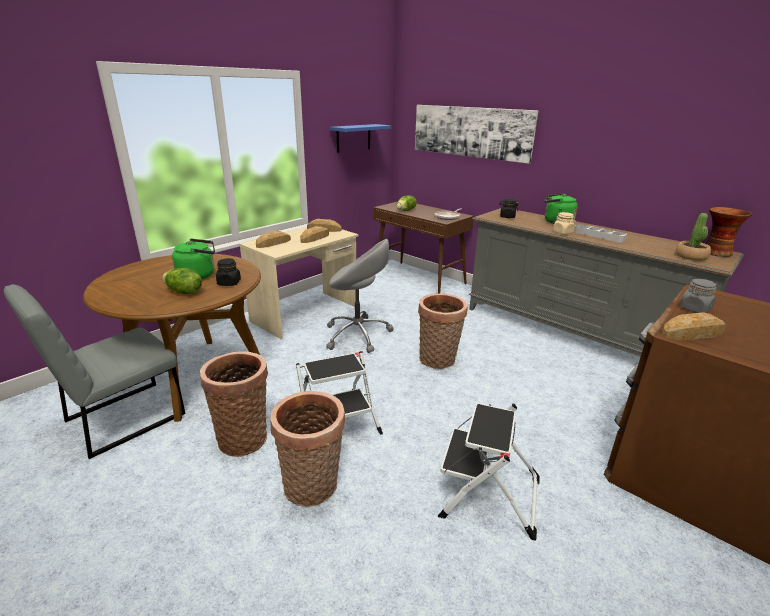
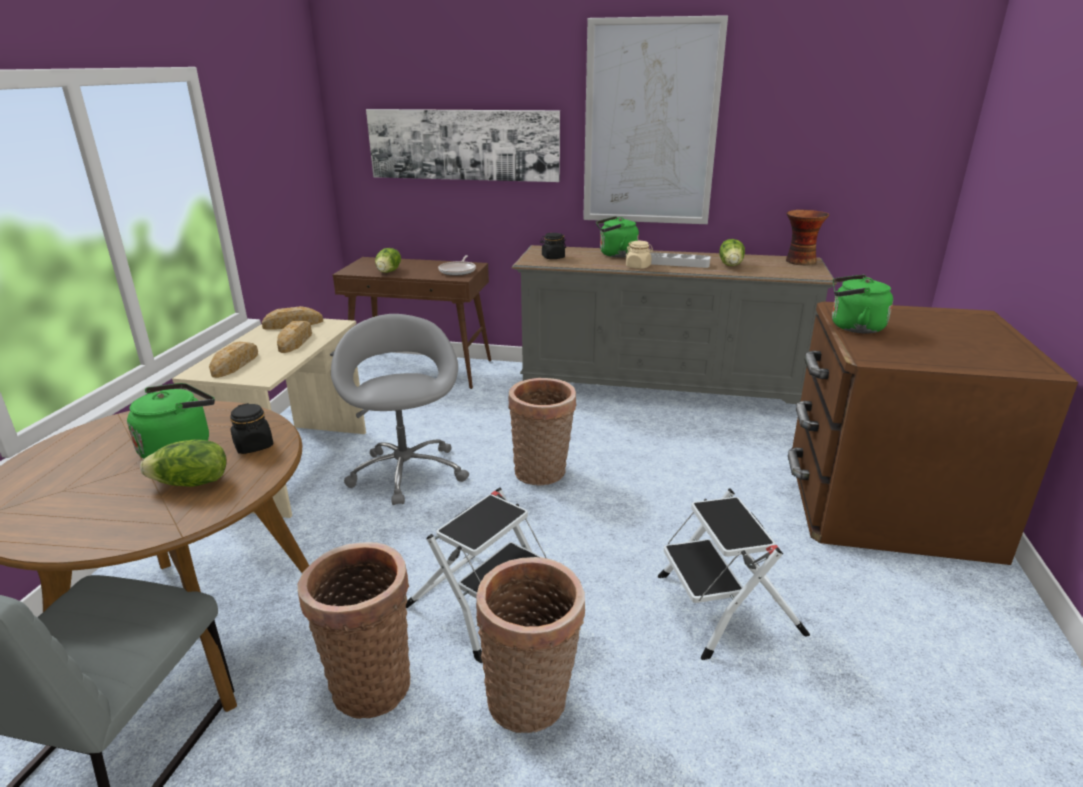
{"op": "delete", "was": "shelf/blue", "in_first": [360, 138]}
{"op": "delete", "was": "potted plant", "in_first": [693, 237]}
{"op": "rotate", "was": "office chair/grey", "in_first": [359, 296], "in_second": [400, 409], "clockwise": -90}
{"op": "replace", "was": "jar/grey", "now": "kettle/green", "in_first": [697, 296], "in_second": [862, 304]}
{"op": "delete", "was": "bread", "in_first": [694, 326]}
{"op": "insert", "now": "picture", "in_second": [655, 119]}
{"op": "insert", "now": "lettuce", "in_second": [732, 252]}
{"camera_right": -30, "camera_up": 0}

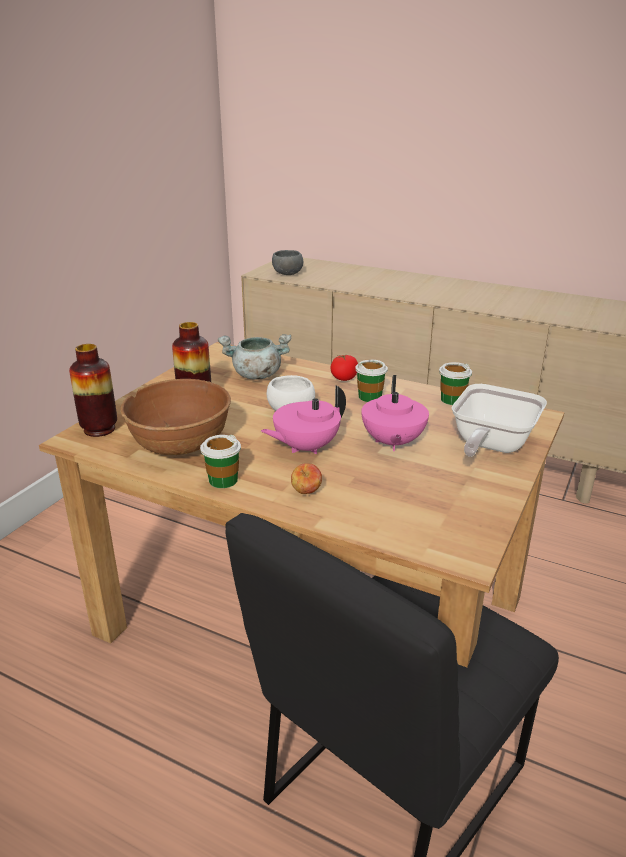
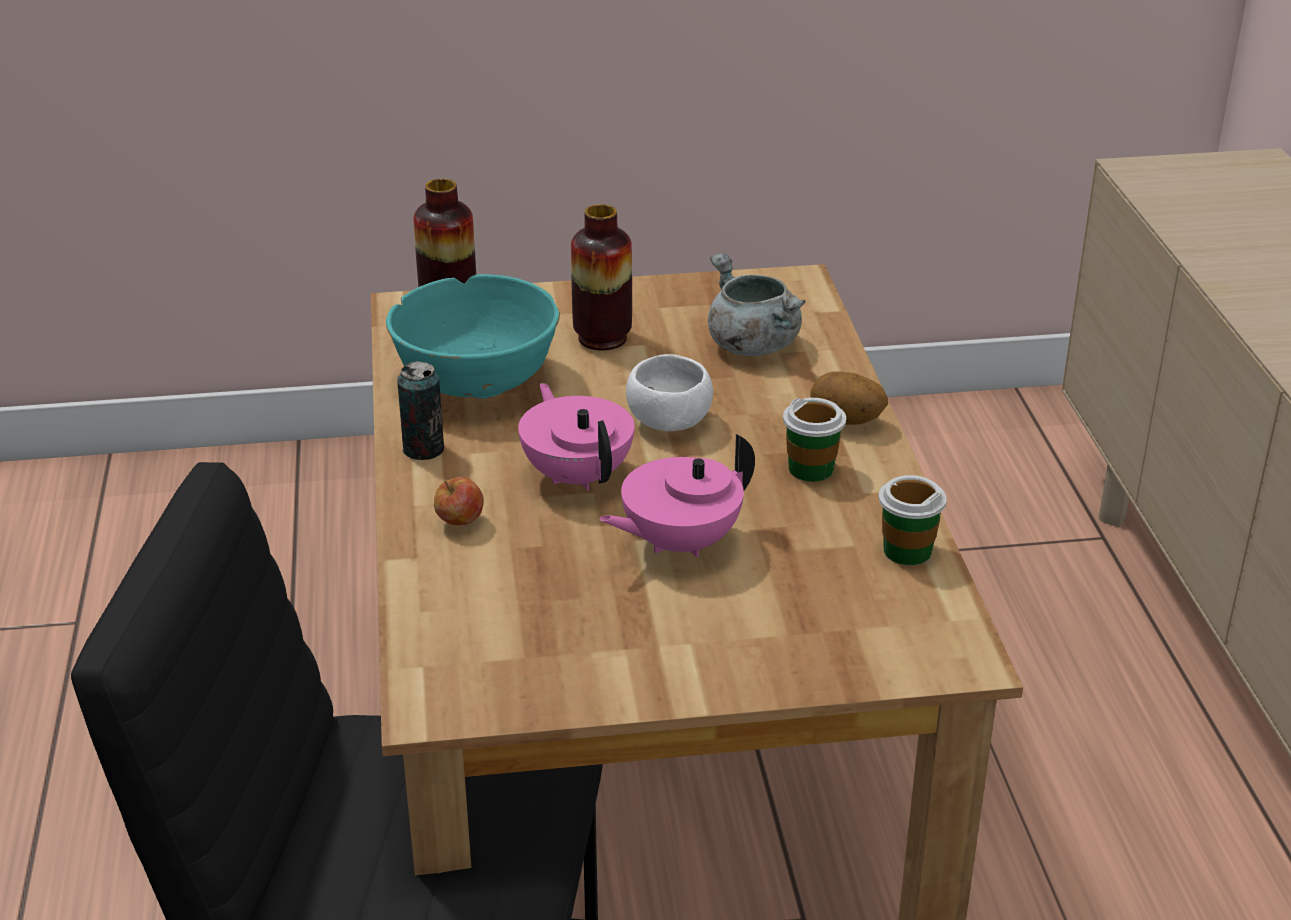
{"op": "delete", "was": "bowl/grey", "in_first": [287, 262]}
{"op": "replace", "was": "tomato", "now": "potato", "in_first": [344, 367], "in_second": [849, 398]}
{"op": "recolor", "was": "bowl/brown", "now": "bowl/turquoise", "in_first": [175, 417], "in_second": [473, 336]}
{"op": "delete", "was": "frying pan", "in_first": [499, 420]}
{"op": "rotate", "was": "teapot/pink", "in_first": [303, 419], "in_second": [576, 437], "clockwise": 45}
{"op": "replace", "was": "cup", "now": "can", "in_first": [220, 461], "in_second": [420, 410]}
{"camera_right": 55, "camera_up": 5}

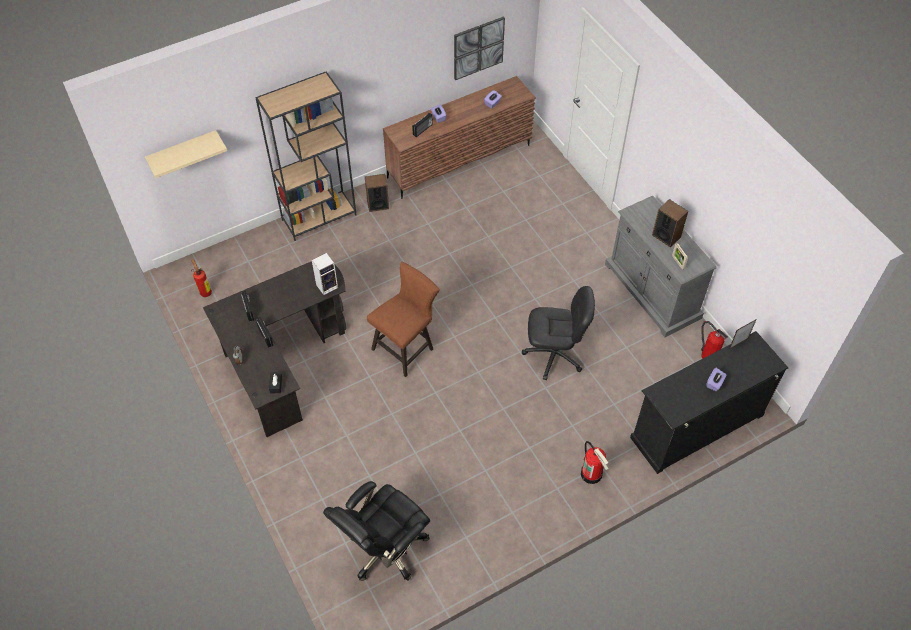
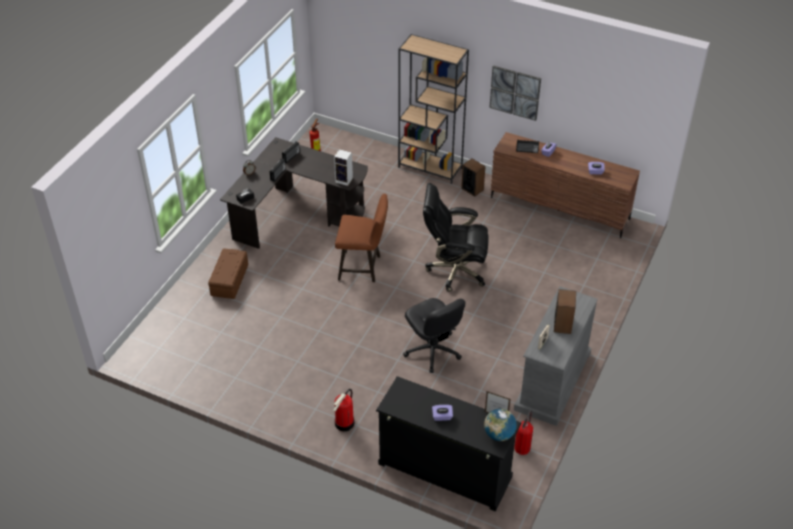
{"op": "move", "was": "picture", "in_first": [479, 48], "in_second": [515, 93]}
{"op": "delete", "was": "shelf/beige", "in_first": [186, 154]}
{"op": "move", "was": "office chair/black", "in_first": [376, 531], "in_second": [456, 237]}
{"op": "insert", "now": "storage box/brown", "in_second": [228, 273]}
{"op": "insert", "now": "globe", "in_second": [500, 425]}
{"camera_right": 55, "camera_up": -10}

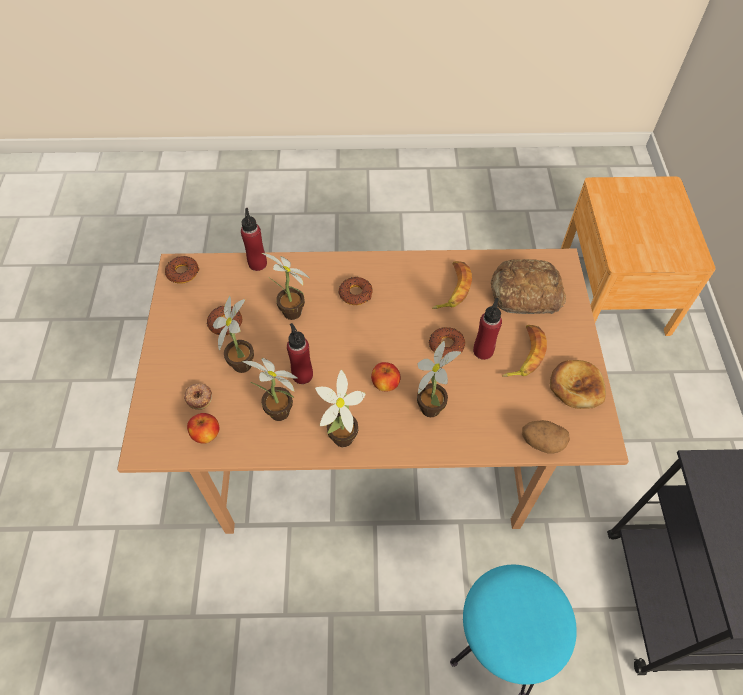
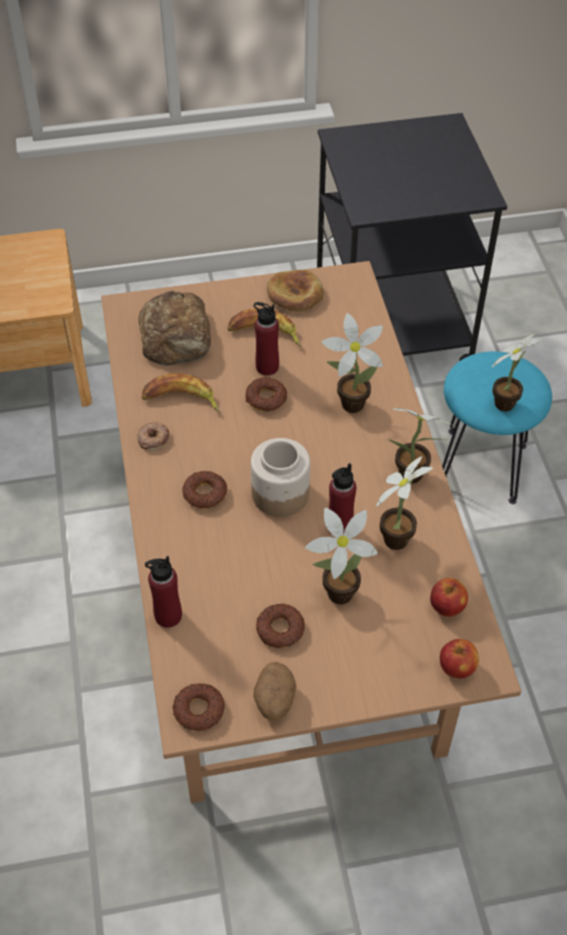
{"op": "move", "was": "potted plant", "in_first": [286, 286], "in_second": [516, 372]}
{"op": "move", "was": "apple", "in_first": [385, 376], "in_second": [459, 658]}
{"op": "move", "was": "donut", "in_first": [198, 396], "in_second": [153, 436]}
{"op": "move", "was": "potato", "in_first": [546, 437], "in_second": [274, 691]}
{"op": "insert", "now": "jar", "in_second": [280, 477]}
{"camera_right": -100, "camera_up": -5}

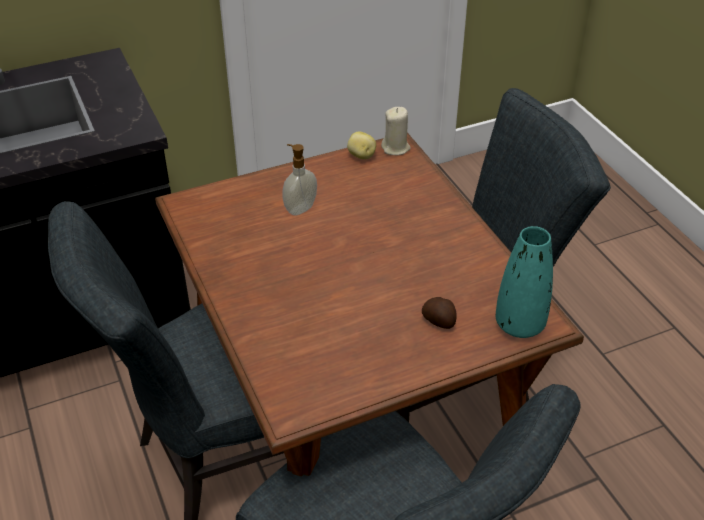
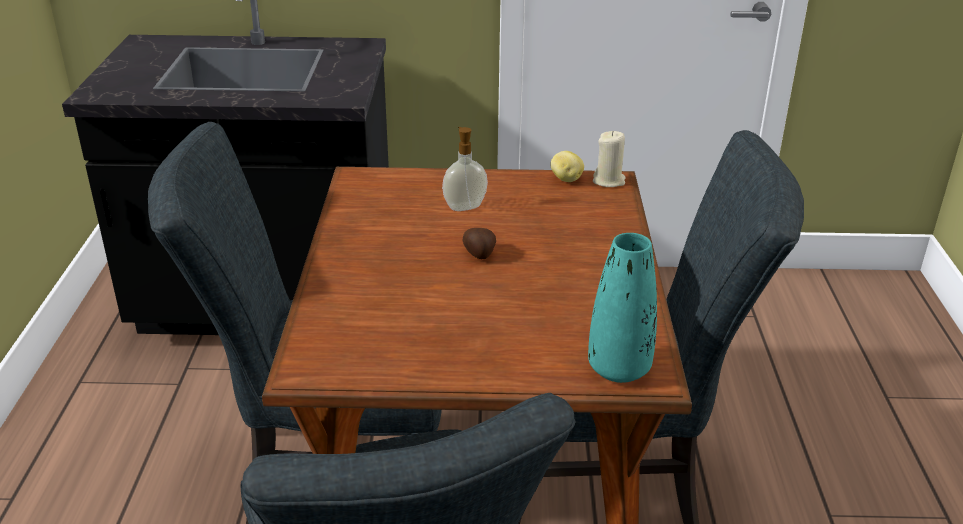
{"op": "move", "was": "potato", "in_first": [439, 313], "in_second": [479, 243]}
{"camera_right": 25, "camera_up": -10}

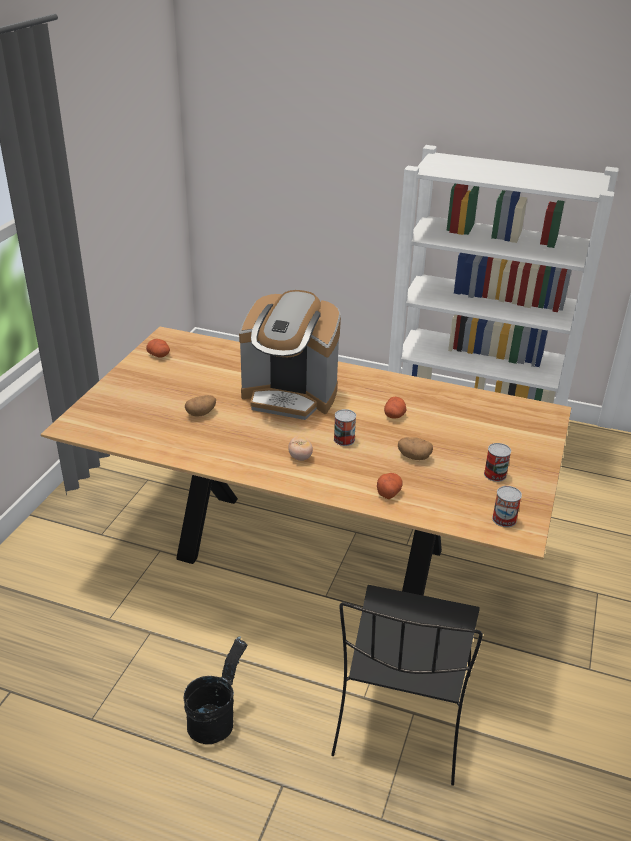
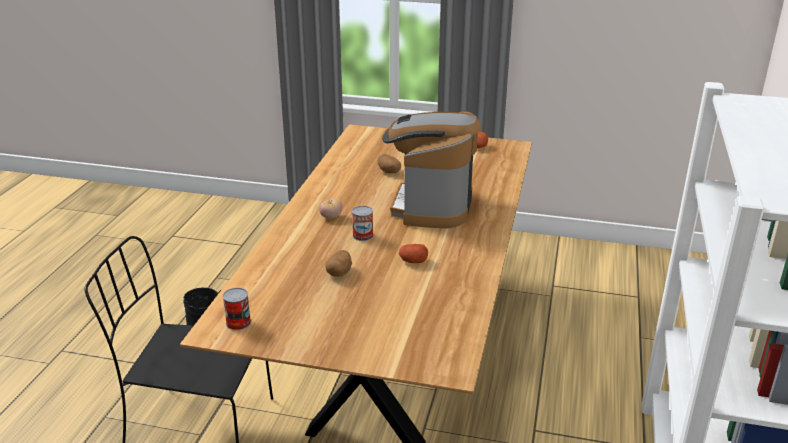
{"op": "delete", "was": "can", "in_first": [497, 462]}
{"op": "delete", "was": "potato", "in_first": [390, 486]}
{"camera_right": 85, "camera_up": -5}

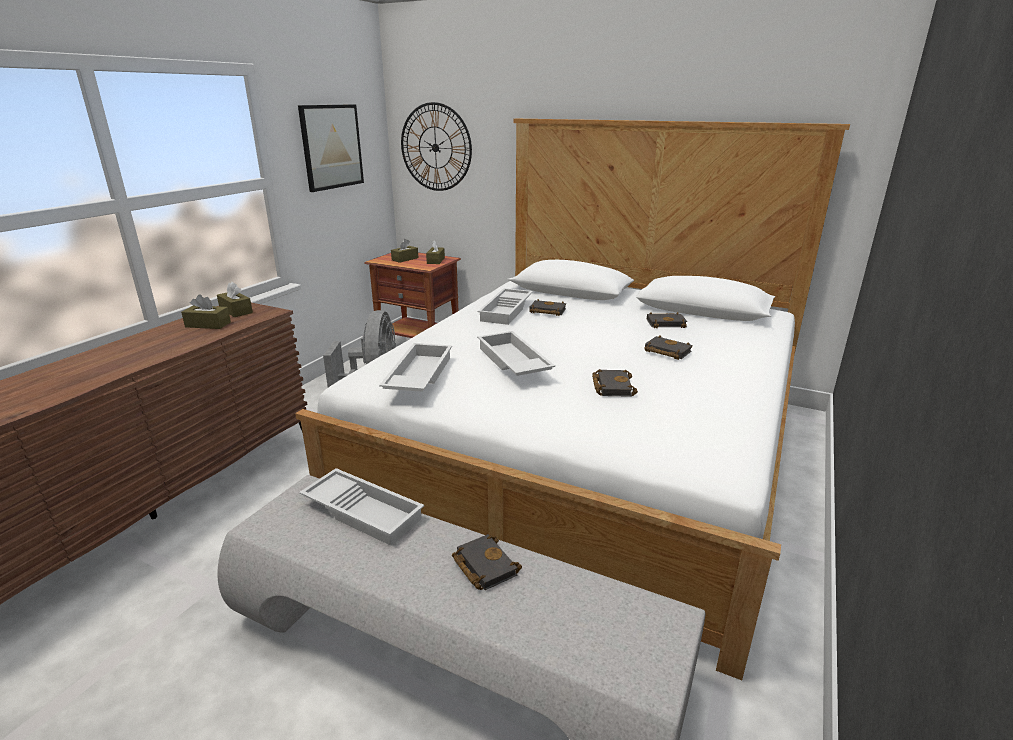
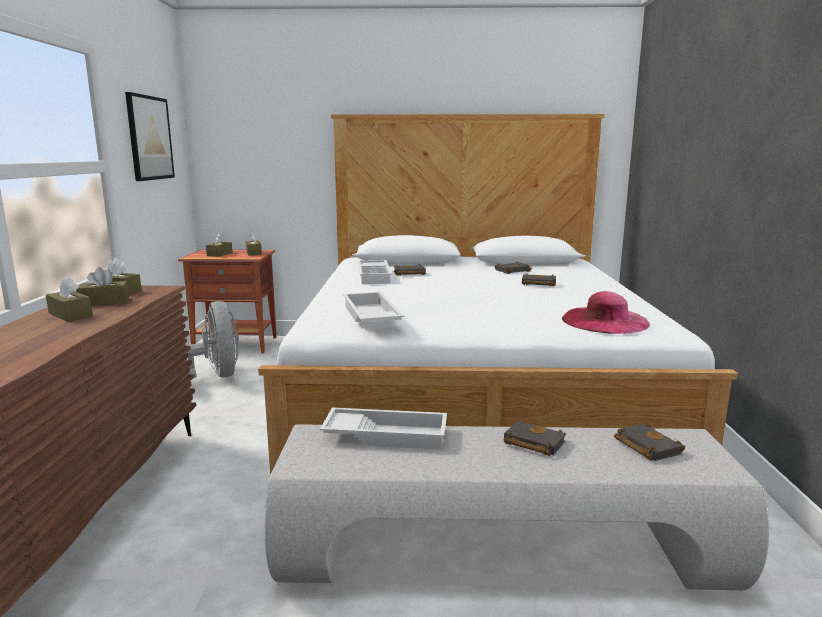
{"op": "delete", "was": "wall clock", "in_first": [436, 146]}
{"op": "delete", "was": "tray/white", "in_first": [516, 353]}
{"op": "move", "was": "book/black", "in_first": [615, 383], "in_second": [649, 442]}
{"op": "insert", "now": "tissue box/brown", "in_second": [69, 299]}
{"op": "insert", "now": "hat/pink", "in_second": [606, 312]}
{"camera_right": -25, "camera_up": -10}

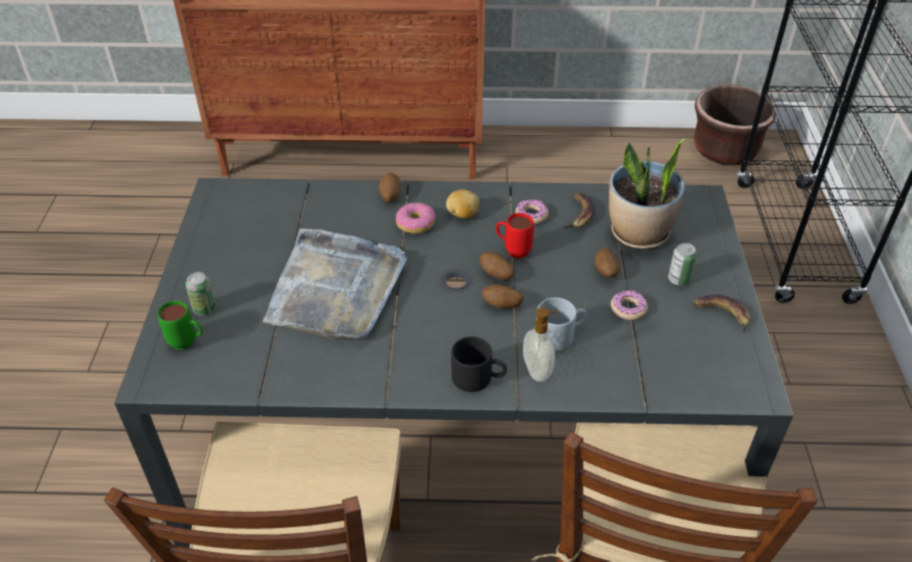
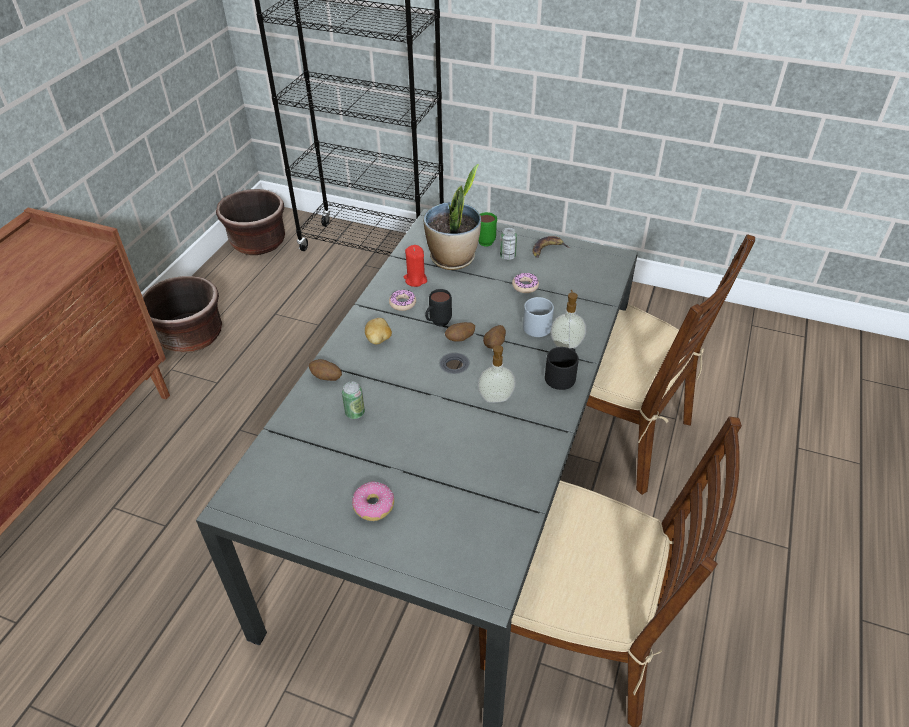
{"op": "replace", "was": "banana", "now": "candle/red", "in_first": [578, 211], "in_second": [415, 266]}
{"op": "move", "was": "donut", "in_first": [415, 218], "in_second": [373, 501]}
{"op": "recolor", "was": "mug/red", "now": "mug/black", "in_first": [515, 236], "in_second": [438, 308]}
{"op": "delete", "was": "tray/grey", "in_first": [335, 284]}
{"op": "delete", "was": "potato", "in_first": [607, 262]}
{"op": "move", "was": "can", "in_first": [200, 294], "in_second": [353, 400]}
{"op": "move", "was": "mug/green", "in_first": [180, 325], "in_second": [487, 229]}
{"op": "insert", "now": "planter/brown", "in_second": [182, 314]}
{"op": "insert", "now": "soap dispenser", "in_second": [497, 374]}
{"camera_right": -70, "camera_up": 0}

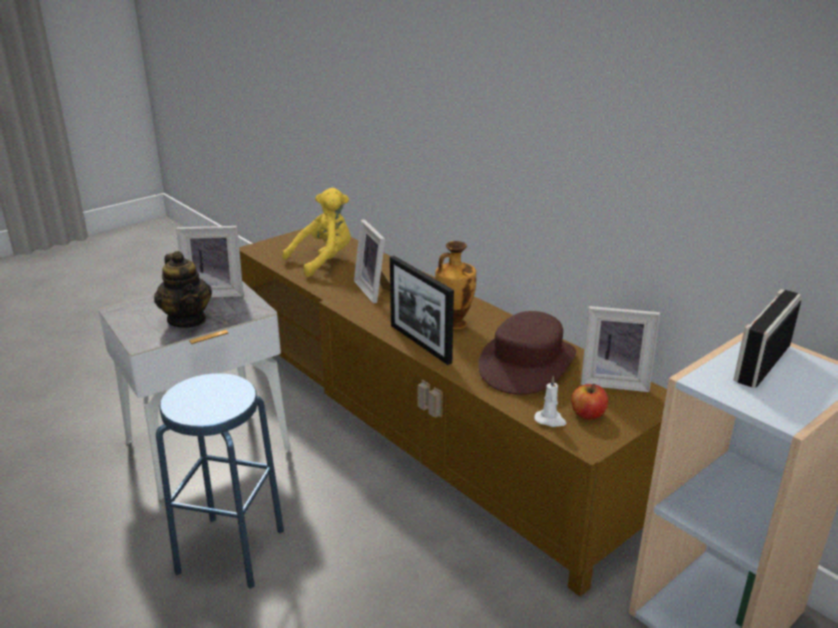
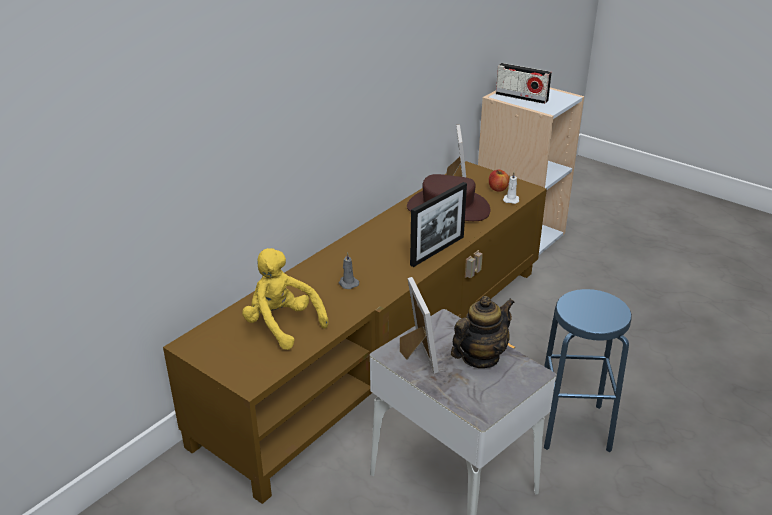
{"op": "replace", "was": "picture frame", "now": "candle/grey", "in_first": [372, 261], "in_second": [348, 270]}
{"op": "delete", "was": "vase", "in_first": [455, 285]}
{"camera_right": -100, "camera_up": 5}

